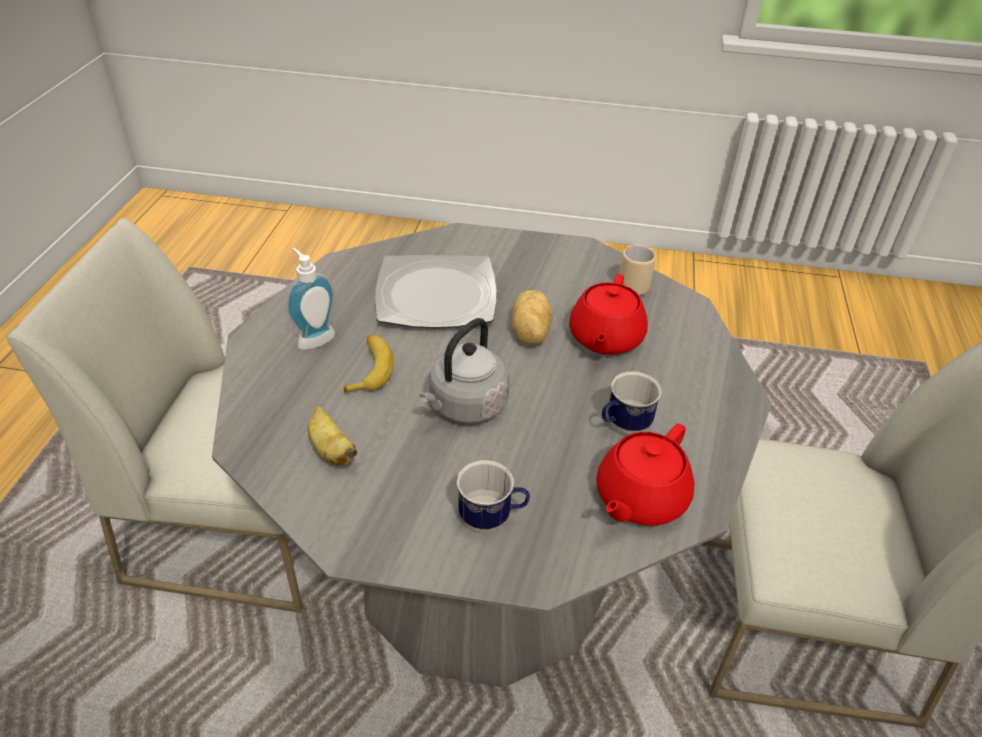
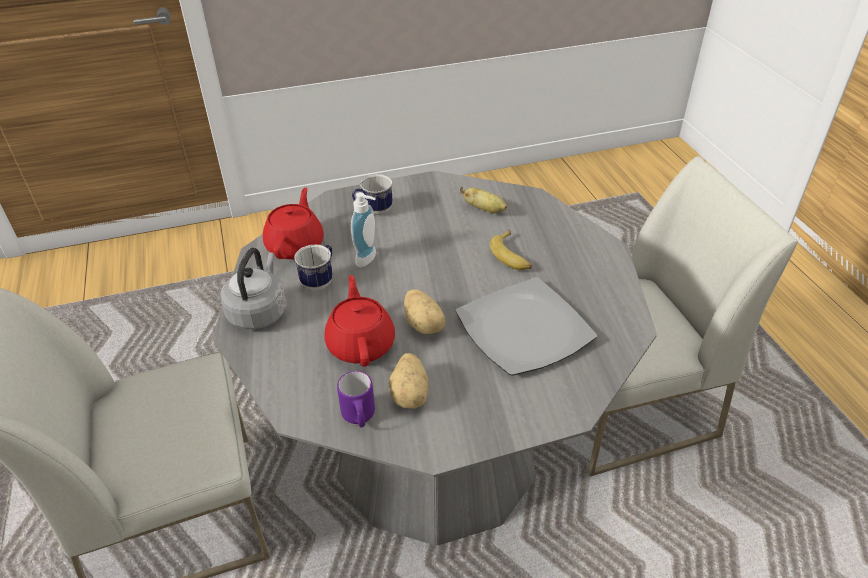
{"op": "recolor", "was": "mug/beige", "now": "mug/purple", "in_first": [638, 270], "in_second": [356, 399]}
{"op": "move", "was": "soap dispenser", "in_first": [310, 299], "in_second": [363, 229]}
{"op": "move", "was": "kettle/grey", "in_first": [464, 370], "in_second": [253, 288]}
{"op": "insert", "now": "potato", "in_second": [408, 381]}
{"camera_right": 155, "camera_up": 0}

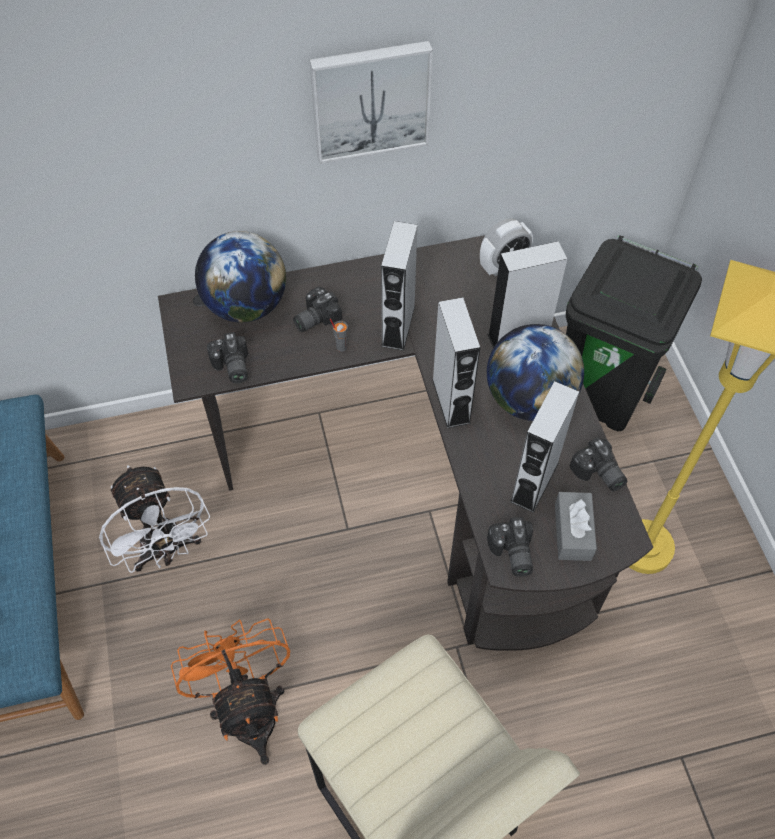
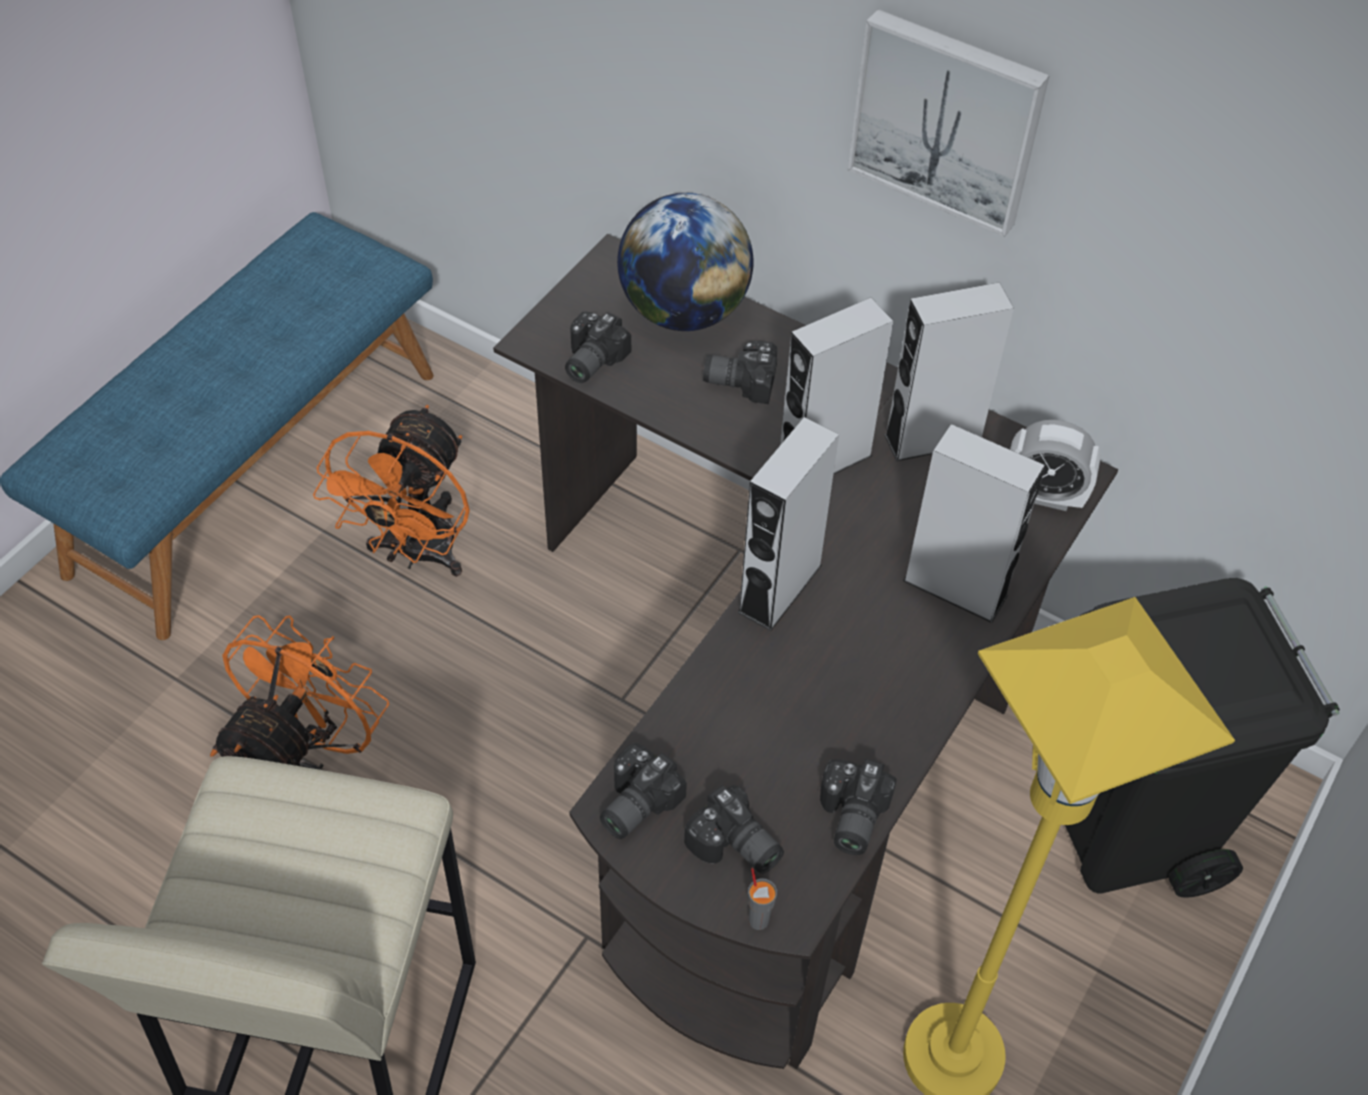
{"op": "move", "was": "cup/grey", "in_first": [339, 335], "in_second": [762, 899]}
{"op": "delete", "was": "globe", "in_first": [535, 372]}
{"op": "move", "was": "speaker/grey", "in_first": [544, 447], "in_second": [949, 371]}
{"op": "recolor", "was": "fan/white", "now": "fan/orange", "in_first": [154, 519], "in_second": [391, 491]}
{"op": "replace", "was": "tissue box/grey", "now": "photo camera", "in_first": [576, 526], "in_second": [734, 829]}
{"camera_right": 45, "camera_up": -5}

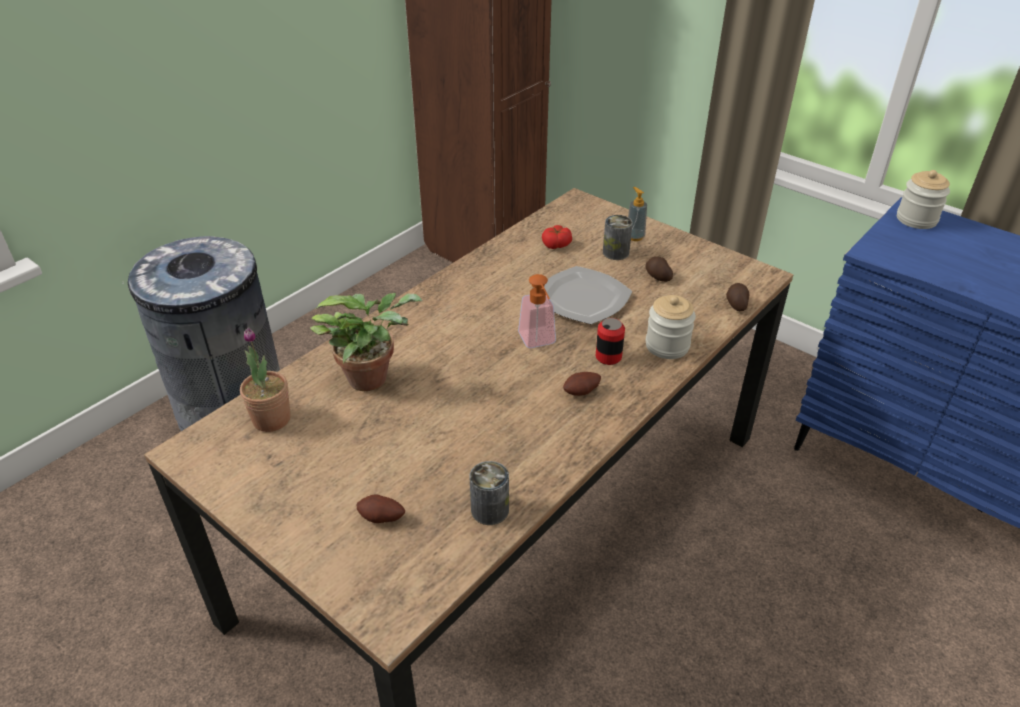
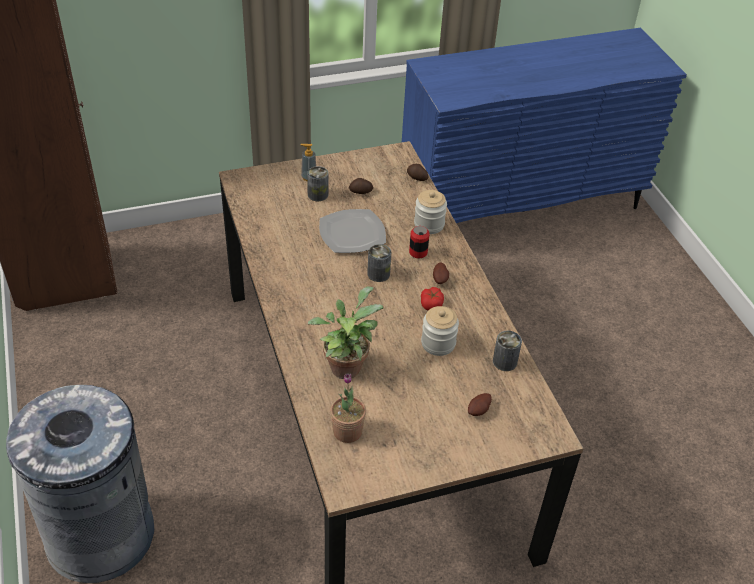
{"op": "move", "was": "jar", "in_first": [923, 199], "in_second": [440, 331]}
{"op": "move", "was": "tomato", "in_first": [557, 237], "in_second": [432, 299]}
{"op": "replace", "was": "soap dispenser", "now": "can", "in_first": [537, 311], "in_second": [379, 263]}
{"camera_right": -60, "camera_up": 5}

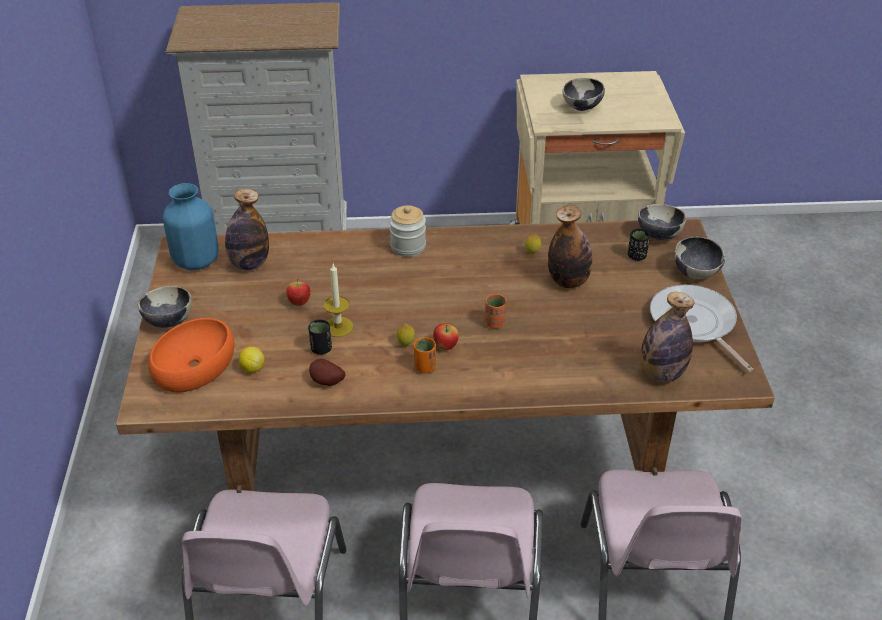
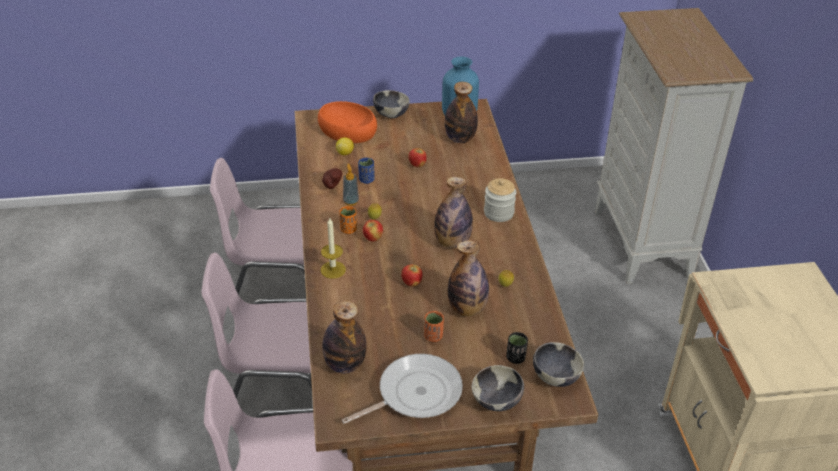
{"op": "delete", "was": "bowl", "in_first": [584, 94]}
{"op": "move", "was": "candle", "in_first": [338, 300], "in_second": [333, 248]}
{"op": "move", "was": "cup/orange", "in_first": [496, 311], "in_second": [434, 326]}
{"op": "recolor", "was": "cup/black", "now": "cup/blue", "in_first": [320, 337], "in_second": [366, 171]}
{"op": "insert", "now": "soap dispenser", "in_second": [351, 184]}
{"op": "insert", "now": "bottle", "in_second": [453, 212]}
{"op": "insert", "now": "apple", "in_second": [411, 275]}
{"camera_right": 85, "camera_up": 0}

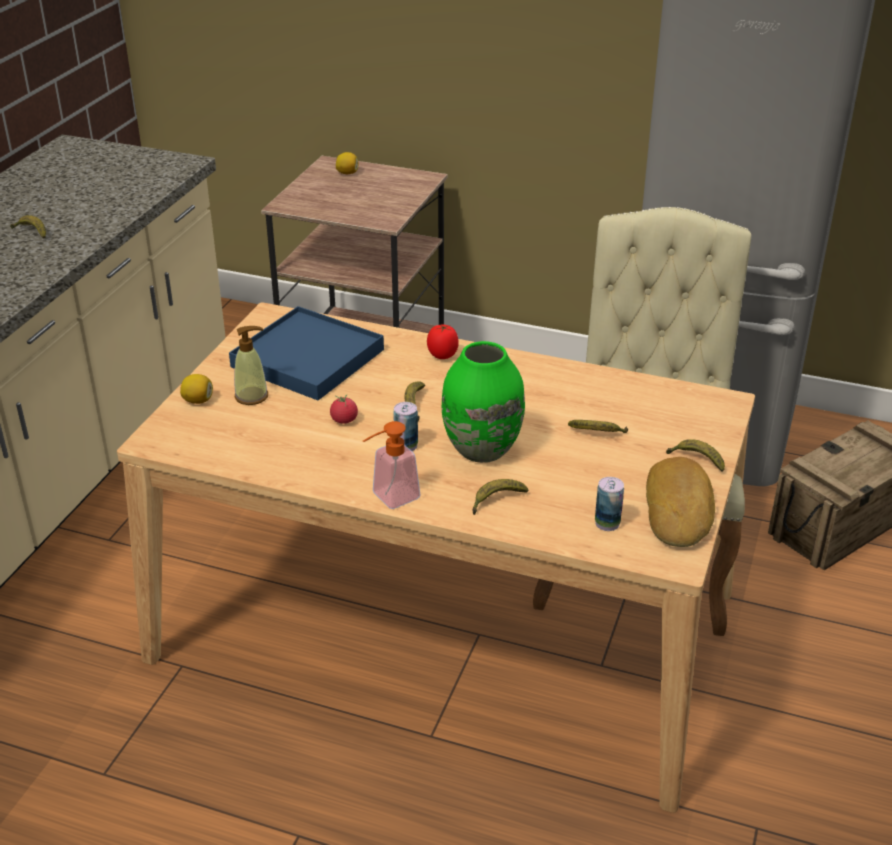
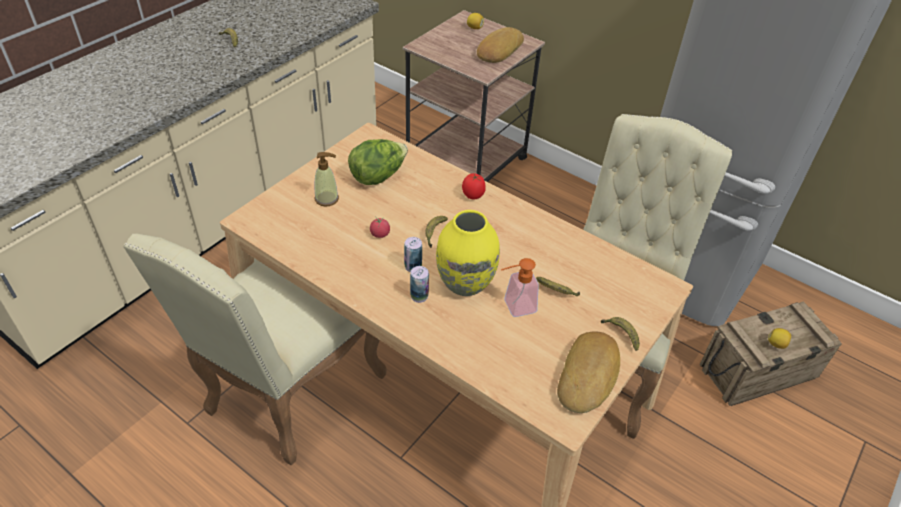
{"op": "replace", "was": "tray/blue", "now": "lettuce", "in_first": [306, 353], "in_second": [378, 162]}
{"op": "recolor", "was": "vase/green", "now": "vase/yellow", "in_first": [483, 402], "in_second": [468, 253]}
{"op": "move", "was": "lemon", "in_first": [196, 389], "in_second": [779, 338]}
{"op": "move", "was": "soap dispenser", "in_first": [392, 465], "in_second": [520, 287]}
{"op": "move", "was": "can", "in_first": [609, 504], "in_second": [419, 284]}
{"op": "delete", "was": "banana", "in_first": [500, 497]}
{"op": "insert", "now": "bread", "in_second": [500, 45]}
{"op": "insert", "now": "chair/beige", "in_second": [255, 350]}
{"camera_right": 15, "camera_up": 10}

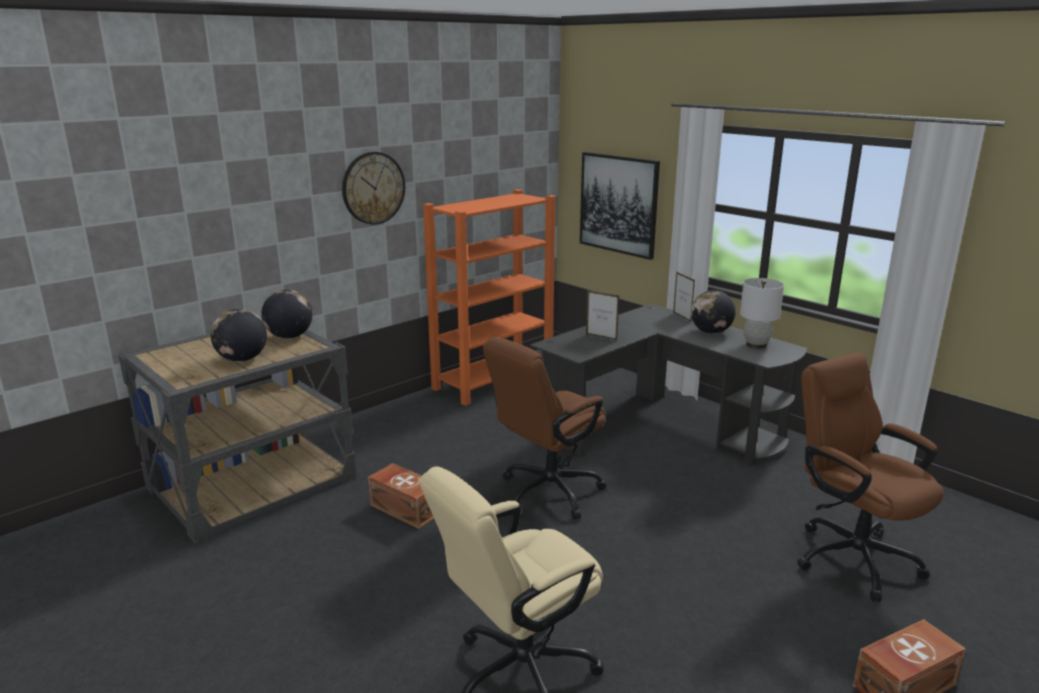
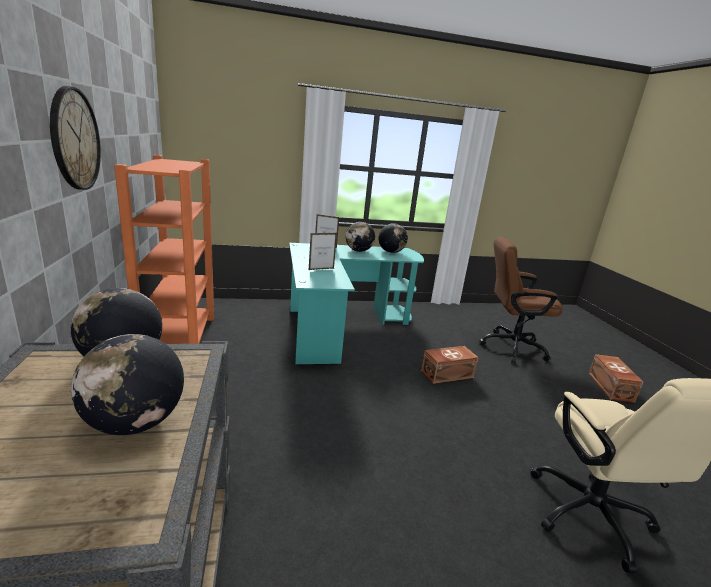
{"op": "delete", "was": "picture", "in_first": [620, 206]}
{"op": "replace", "was": "table lamp/white", "now": "globe", "in_first": [762, 313], "in_second": [393, 238]}
{"op": "recolor", "was": "desk/black", "now": "desk/turquoise", "in_first": [668, 384], "in_second": [356, 303]}
{"op": "delete", "was": "office chair/brown", "in_first": [544, 428]}
{"op": "move", "was": "storage box/brown", "in_first": [401, 496], "in_second": [450, 365]}
{"camera_right": -60, "camera_up": 0}

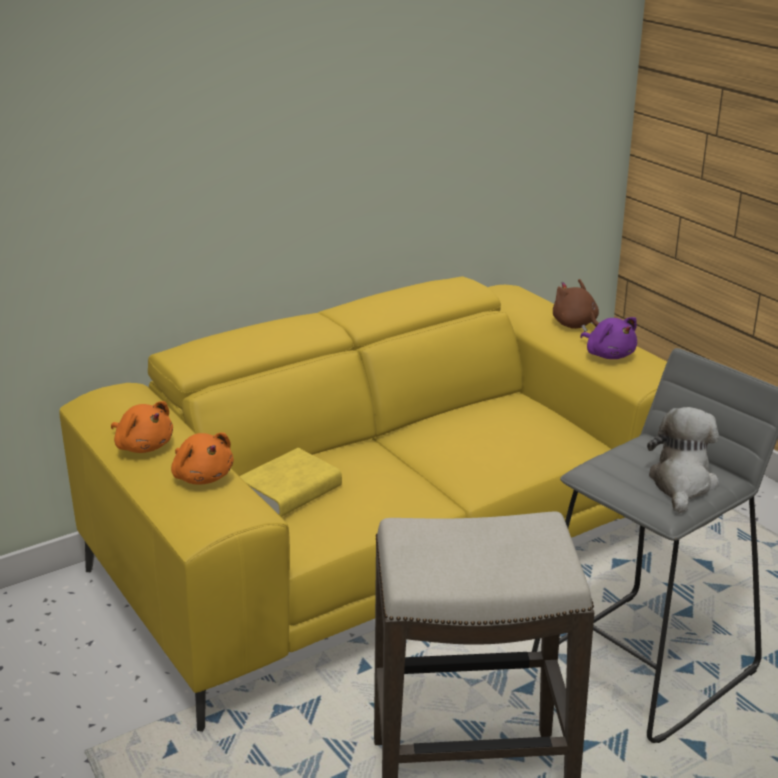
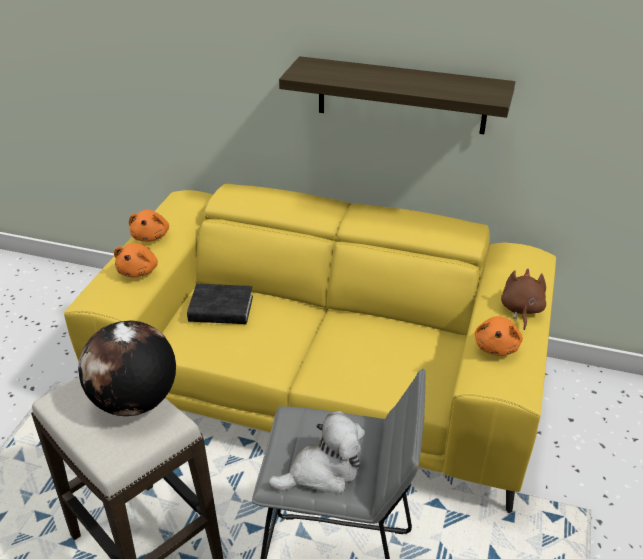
{"op": "recolor", "was": "plush toy/purple", "now": "plush toy/orange", "in_first": [608, 338], "in_second": [499, 336]}
{"op": "recolor", "was": "book/yellow", "now": "book/black", "in_first": [290, 482], "in_second": [220, 304]}
{"op": "insert", "now": "shelf", "in_second": [397, 95]}
{"op": "insert", "now": "globe", "in_second": [127, 368]}
{"camera_right": 50, "camera_up": 10}

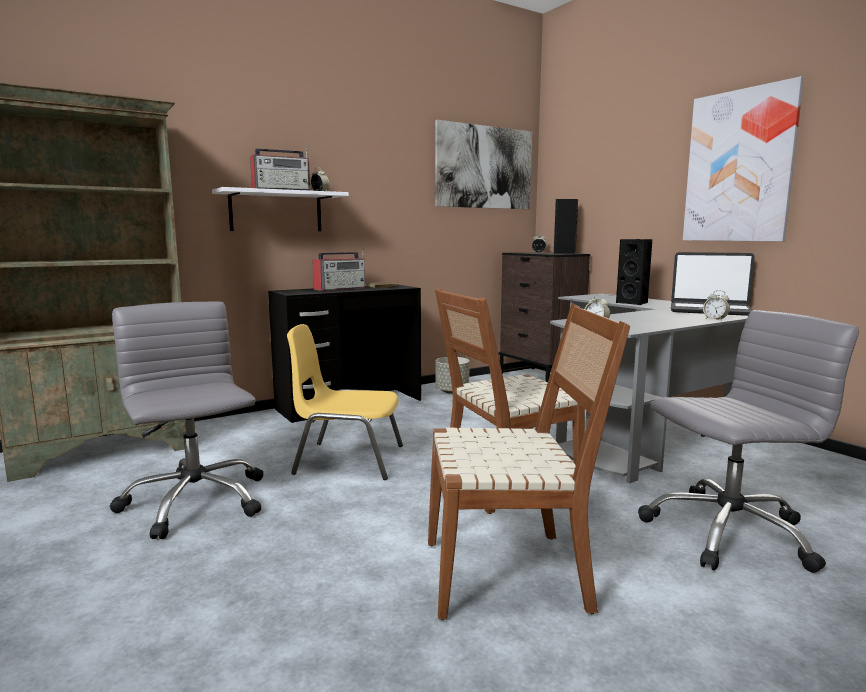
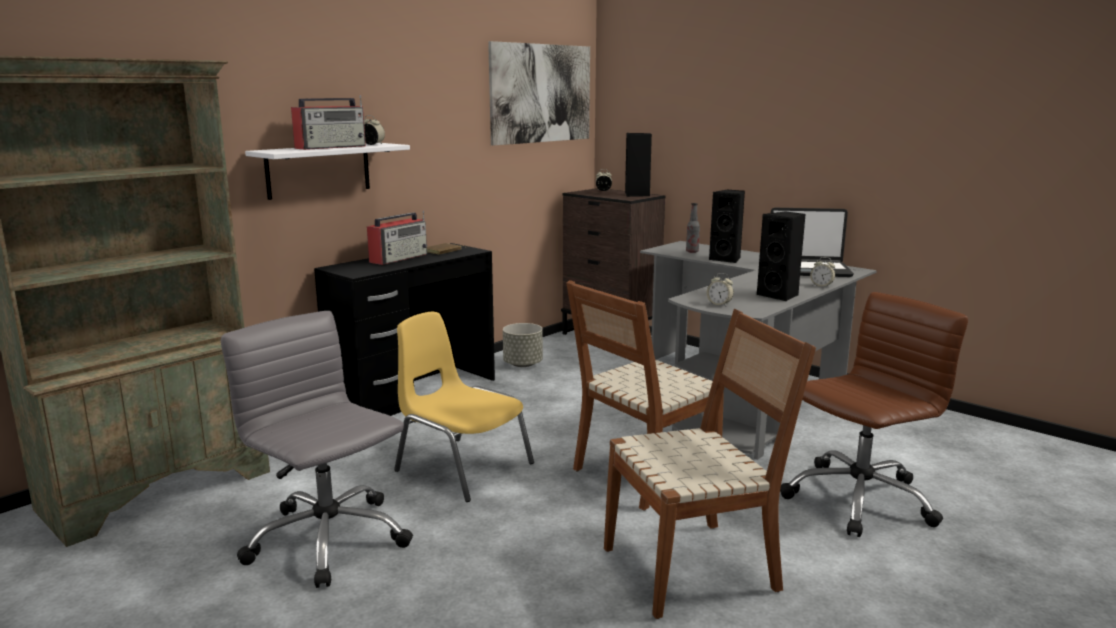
{"op": "delete", "was": "picture", "in_first": [743, 159]}
{"op": "recolor", "was": "office chair/grey", "now": "office chair/brown", "in_first": [748, 441], "in_second": [874, 414]}
{"op": "rotate", "was": "chair/yellow", "in_first": [345, 402], "in_second": [464, 407], "clockwise": 45}
{"op": "insert", "now": "bottle", "in_second": [693, 228]}
{"op": "insert", "now": "speaker/black", "in_second": [781, 256]}
{"camera_right": -15, "camera_up": 5}

